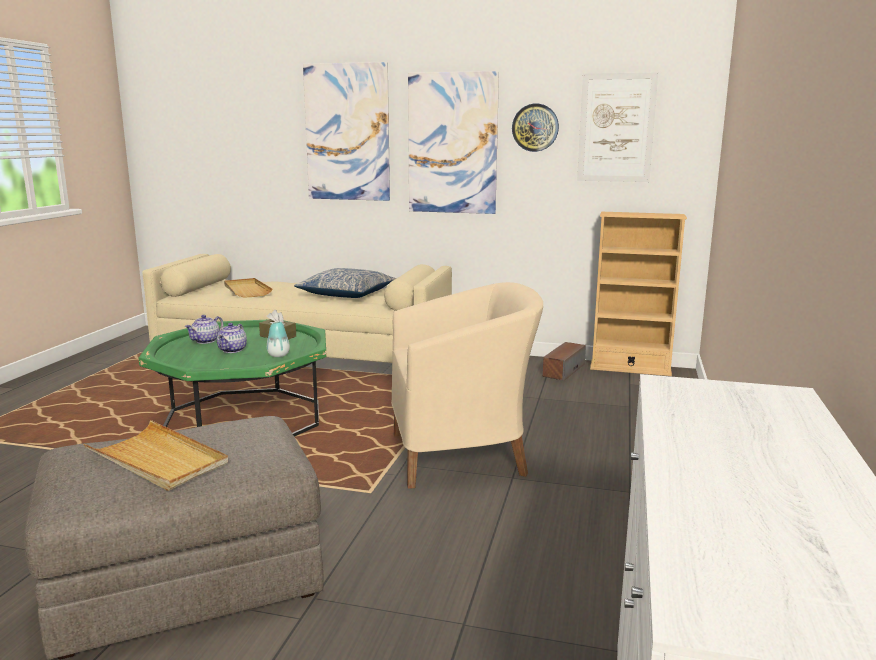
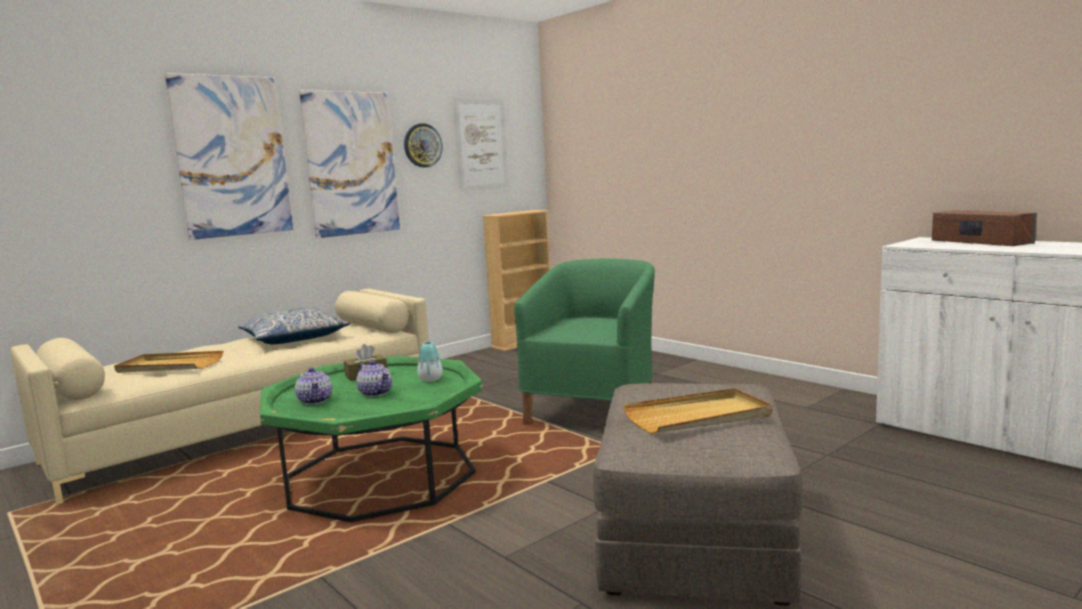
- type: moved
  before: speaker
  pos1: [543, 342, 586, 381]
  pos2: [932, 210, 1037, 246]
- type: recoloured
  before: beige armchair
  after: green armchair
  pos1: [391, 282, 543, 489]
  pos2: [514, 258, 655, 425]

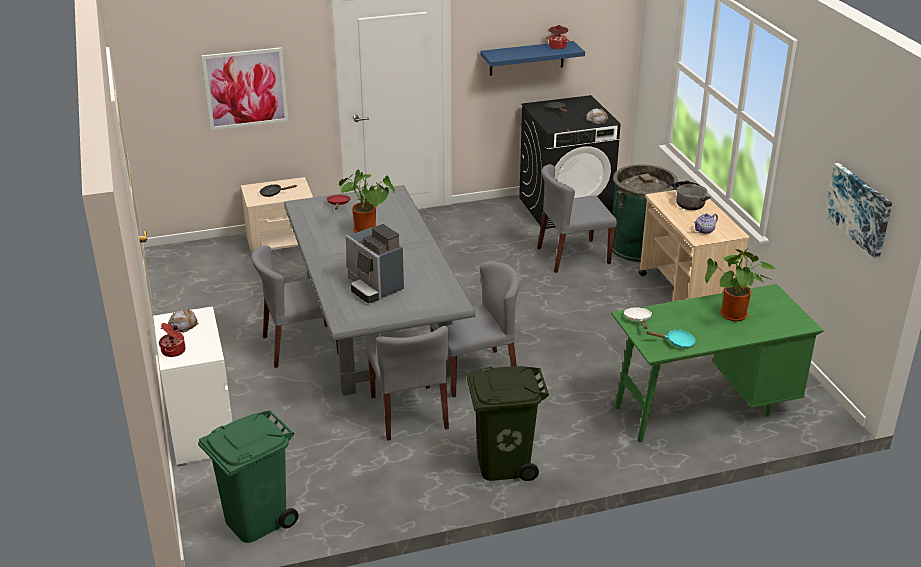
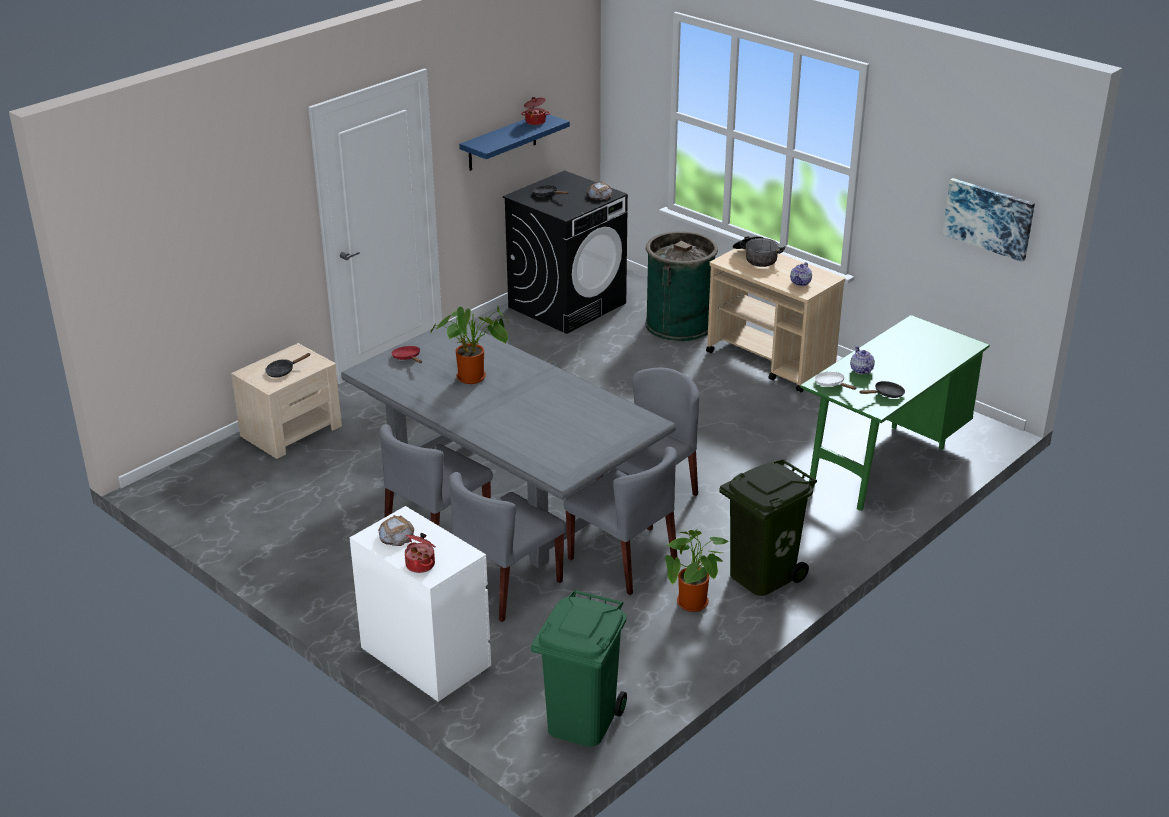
- type: removed
  before: picture
  pos1: [201, 47, 288, 130]
- type: removed
  before: coffee machine
  pos1: [346, 224, 404, 303]
- type: added
  after: teapot
  pos2: [850, 346, 875, 374]
- type: moved
  before: grey chair
  pos1: [537, 164, 617, 273]
  pos2: [449, 472, 566, 622]
- type: moved
  before: potted plant
  pos1: [705, 249, 776, 321]
  pos2: [665, 529, 728, 612]
- type: recoloured
  before: turquoise frying pan
  after: black frying pan
  pos1: [646, 330, 696, 348]
  pos2: [859, 381, 905, 398]

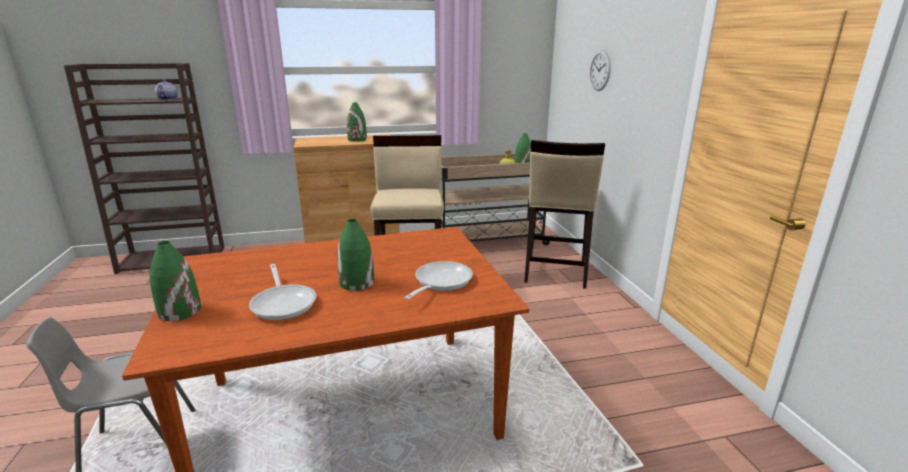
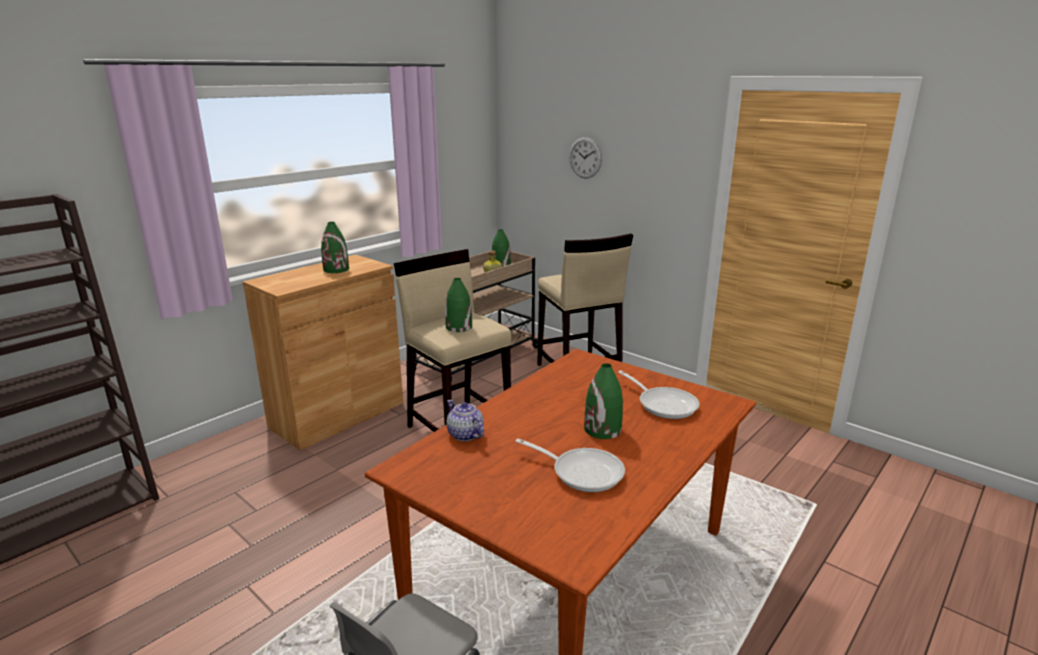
- type: moved
  before: green vase
  pos1: [150, 241, 201, 321]
  pos2: [445, 278, 472, 332]
- type: moved
  before: teapot
  pos1: [155, 79, 178, 100]
  pos2: [447, 400, 484, 441]
- type: turned
  before: frying pan
  pos1: [404, 261, 473, 300]
  pos2: [618, 371, 700, 419]
  turn: 150

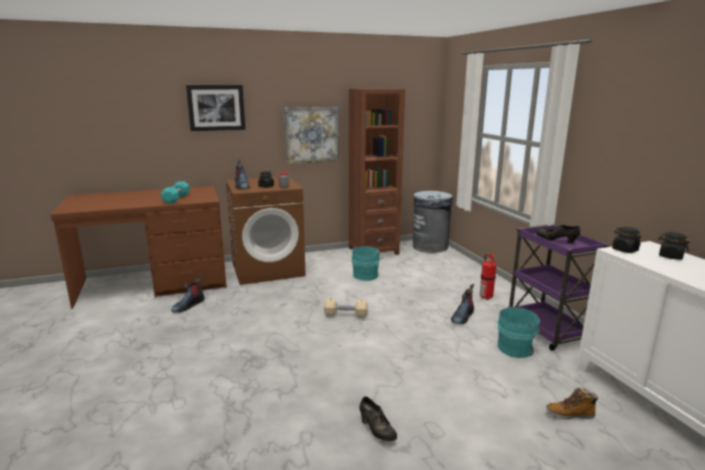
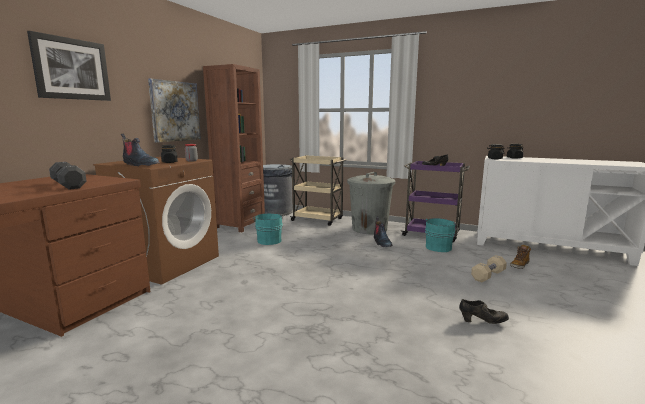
- type: removed
  before: boot
  pos1: [171, 274, 205, 313]
- type: added
  after: beige cart
  pos2: [289, 155, 347, 226]
- type: moved
  before: beige dumbbell
  pos1: [324, 298, 368, 317]
  pos2: [471, 255, 507, 282]
- type: replaced
  before: fire extinguisher
  after: grey trash can
  pos1: [480, 252, 497, 300]
  pos2: [347, 172, 395, 234]
- type: recoloured
  before: turquoise dumbbell
  after: black dumbbell
  pos1: [161, 181, 190, 204]
  pos2: [49, 162, 87, 190]

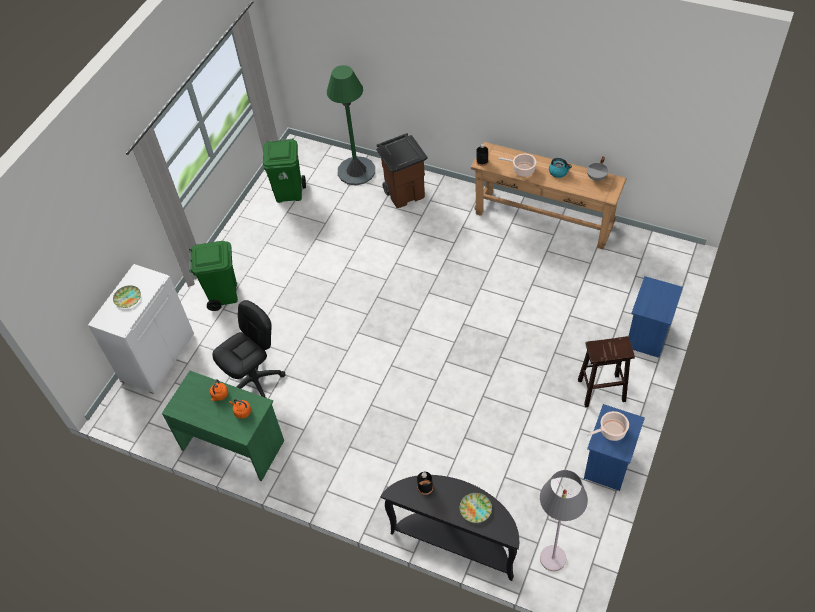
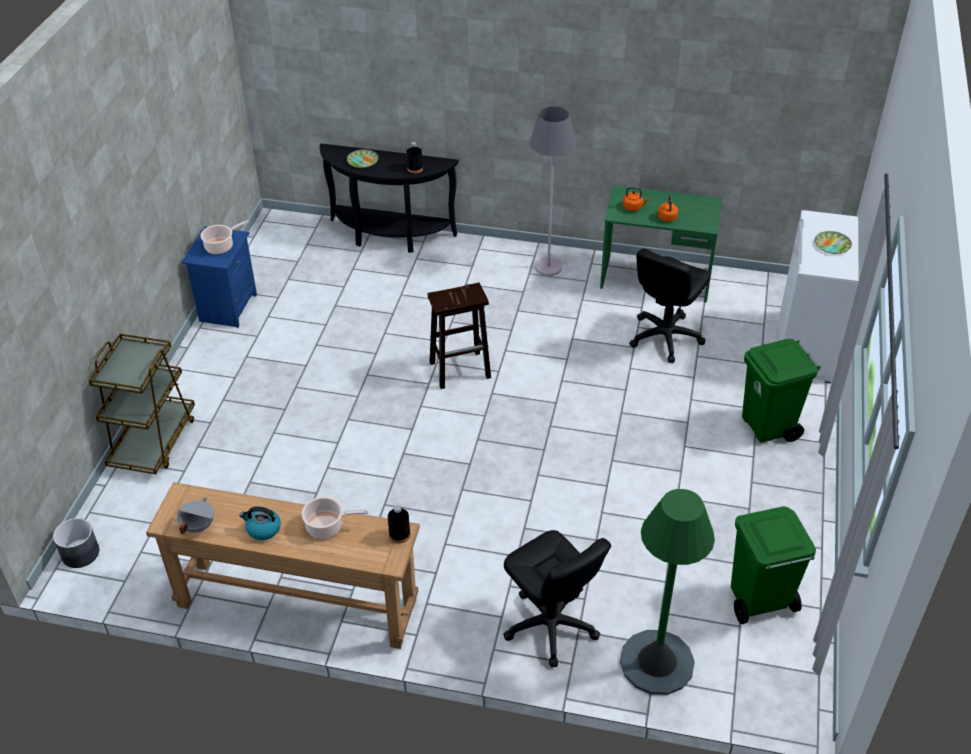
- type: added
  after: grey planter
  pos2: [53, 518, 99, 568]
- type: moved
  before: grey floor lamp
  pos1: [540, 470, 588, 571]
  pos2: [530, 106, 577, 276]
- type: moved
  before: brown stool
  pos1: [578, 336, 635, 407]
  pos2: [427, 283, 491, 389]
- type: replaced
  before: brown trash can
  after: black office chair
  pos1: [376, 133, 428, 208]
  pos2: [503, 530, 611, 667]
- type: replaced
  before: blue nightstand
  after: brown cart
  pos1: [629, 276, 683, 358]
  pos2: [89, 334, 195, 474]

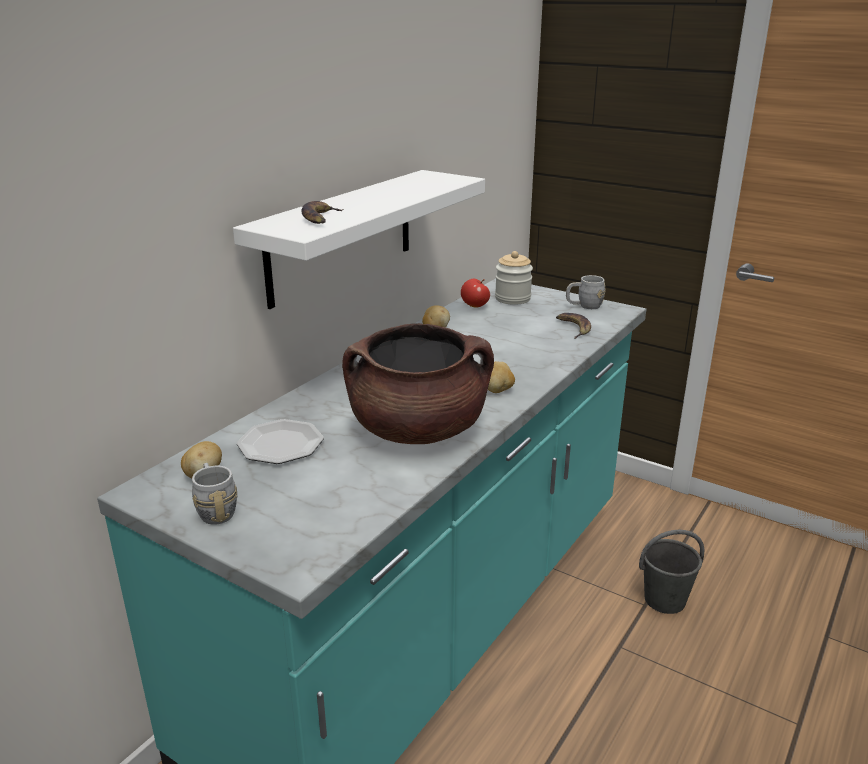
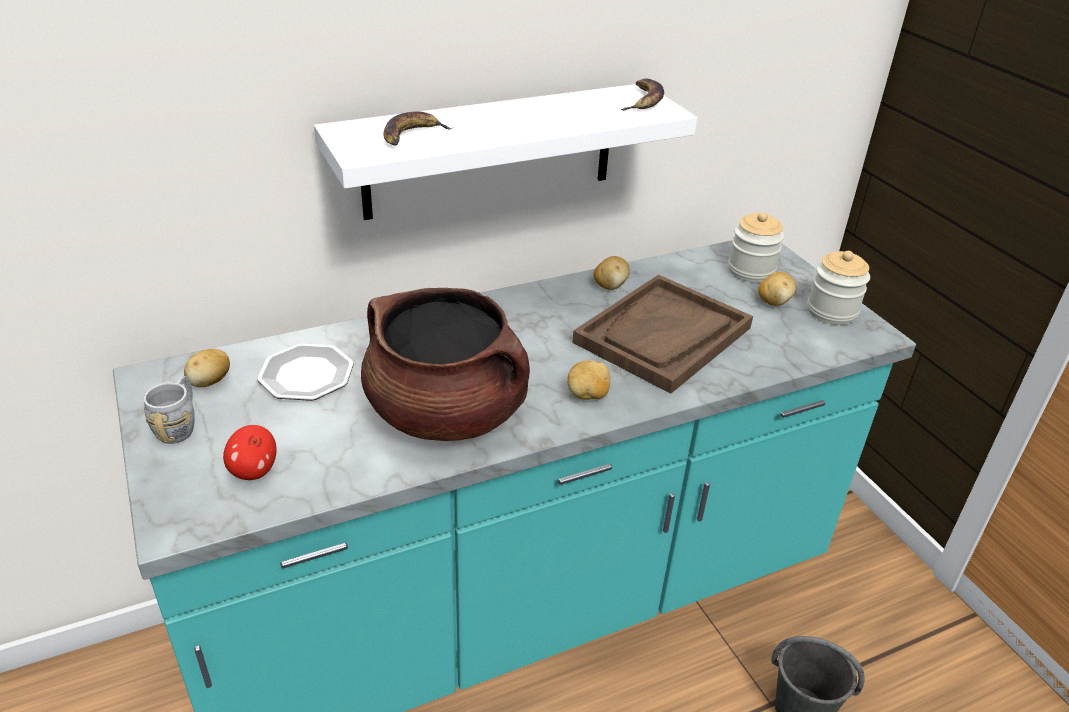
- type: added
  after: brown tray
  pos2: [572, 275, 753, 394]
- type: added
  after: potato
  pos2: [758, 272, 796, 306]
- type: moved
  before: apple
  pos1: [461, 279, 490, 308]
  pos2: [223, 425, 277, 480]
- type: moved
  before: banana
  pos1: [556, 313, 591, 339]
  pos2: [621, 79, 664, 111]
- type: replaced
  before: grey mug
  after: jar
  pos1: [566, 275, 606, 309]
  pos2: [807, 251, 870, 325]

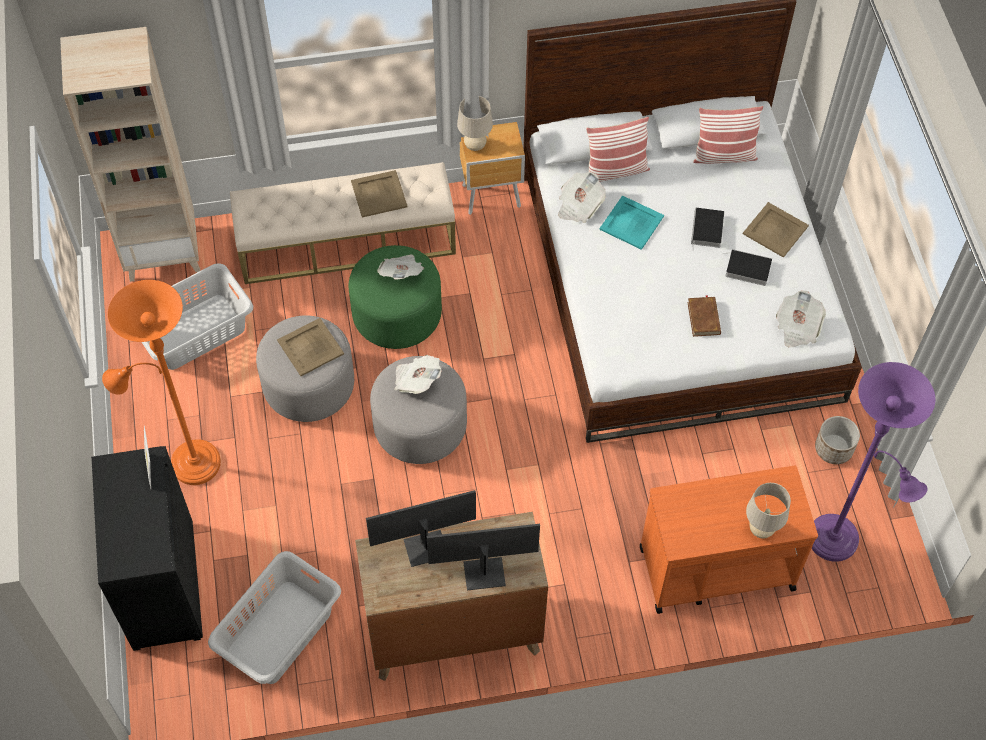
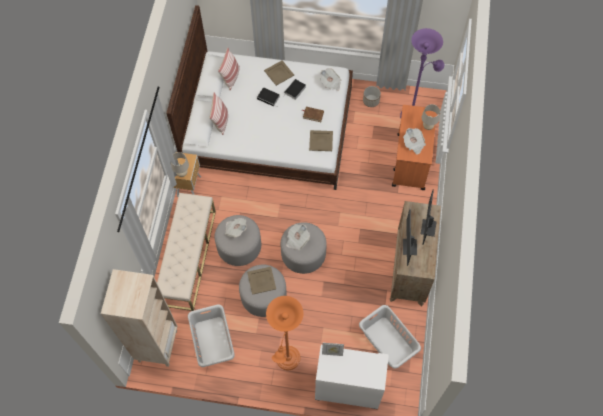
- type: removed
  before: turquoise tray
  pos1: [599, 195, 664, 250]
- type: moved
  before: beige tray
  pos1: [351, 170, 408, 217]
  pos2: [309, 130, 333, 151]
- type: moved
  before: newspaper
  pos1: [558, 172, 606, 223]
  pos2: [403, 128, 426, 155]
- type: recoloured
  before: black cabinet
  after: white cabinet
  pos1: [91, 446, 203, 651]
  pos2: [315, 345, 389, 409]
- type: recoloured
  before: green ottoman
  after: grey ottoman
  pos1: [349, 245, 442, 349]
  pos2: [215, 215, 261, 266]

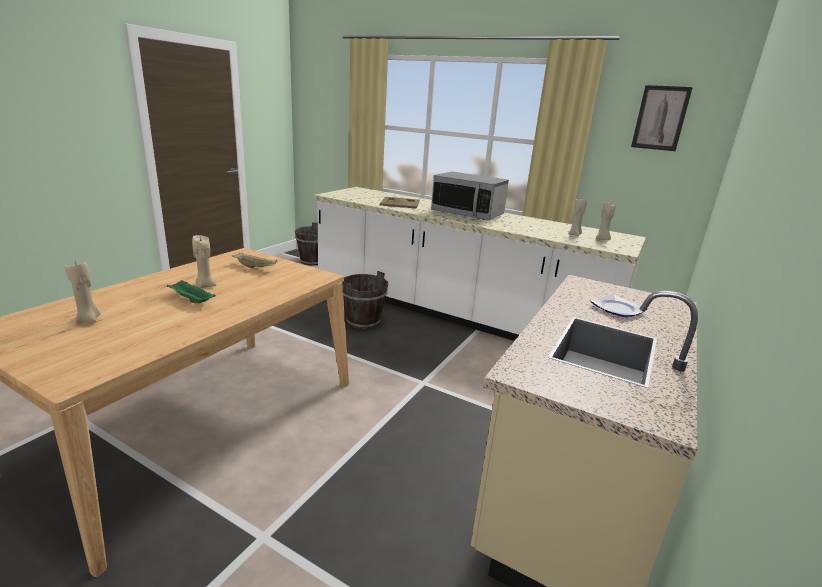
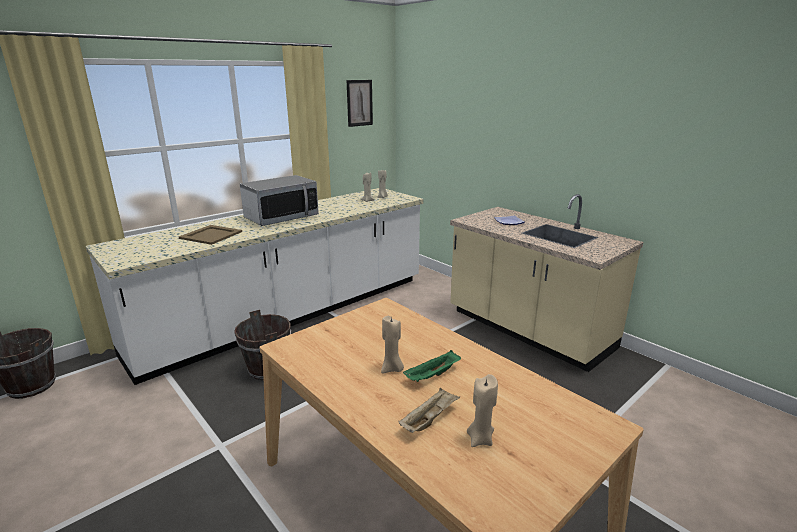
- type: moved
  before: beige tray
  pos1: [232, 253, 278, 268]
  pos2: [399, 388, 460, 433]

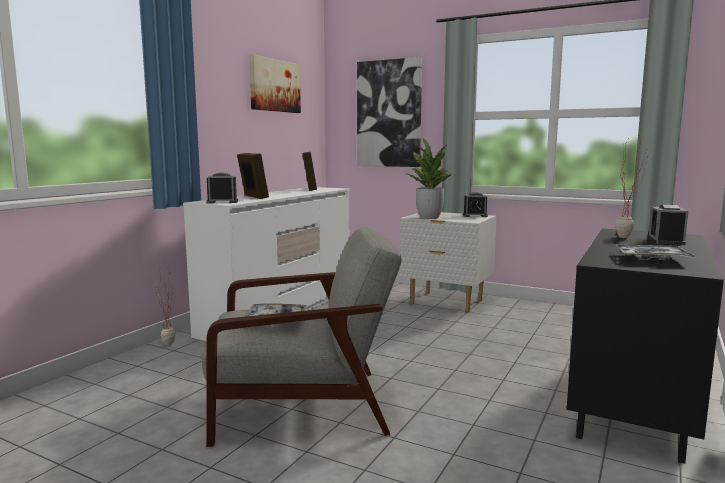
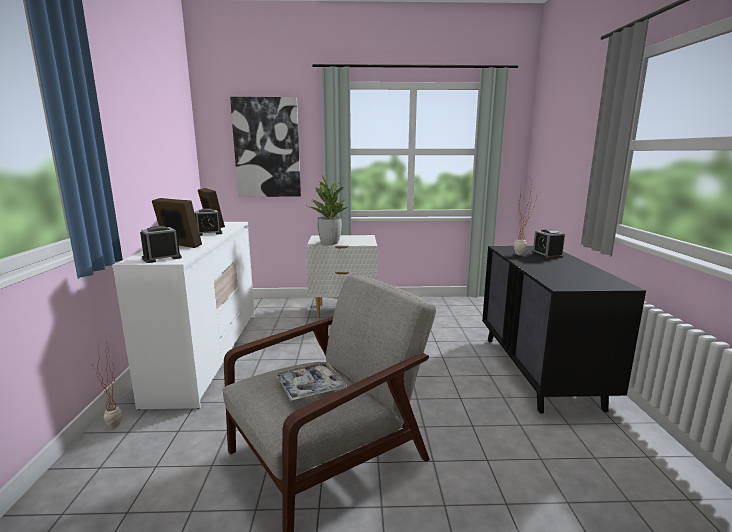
- type: removed
  before: picture
  pos1: [249, 54, 301, 113]
- type: removed
  before: tray
  pos1: [615, 244, 696, 261]
- type: moved
  before: alarm clock
  pos1: [463, 192, 488, 217]
  pos2: [194, 208, 222, 236]

